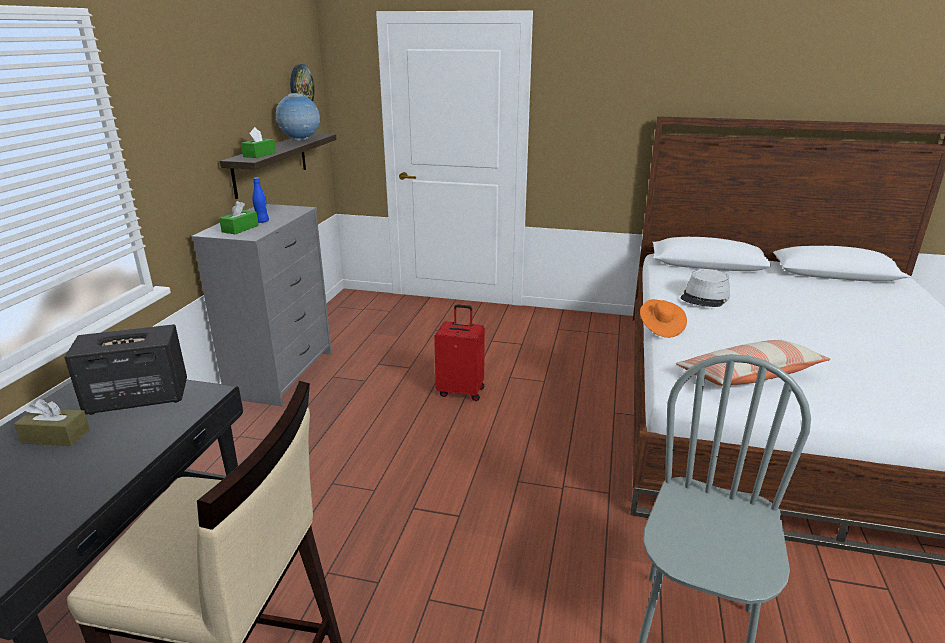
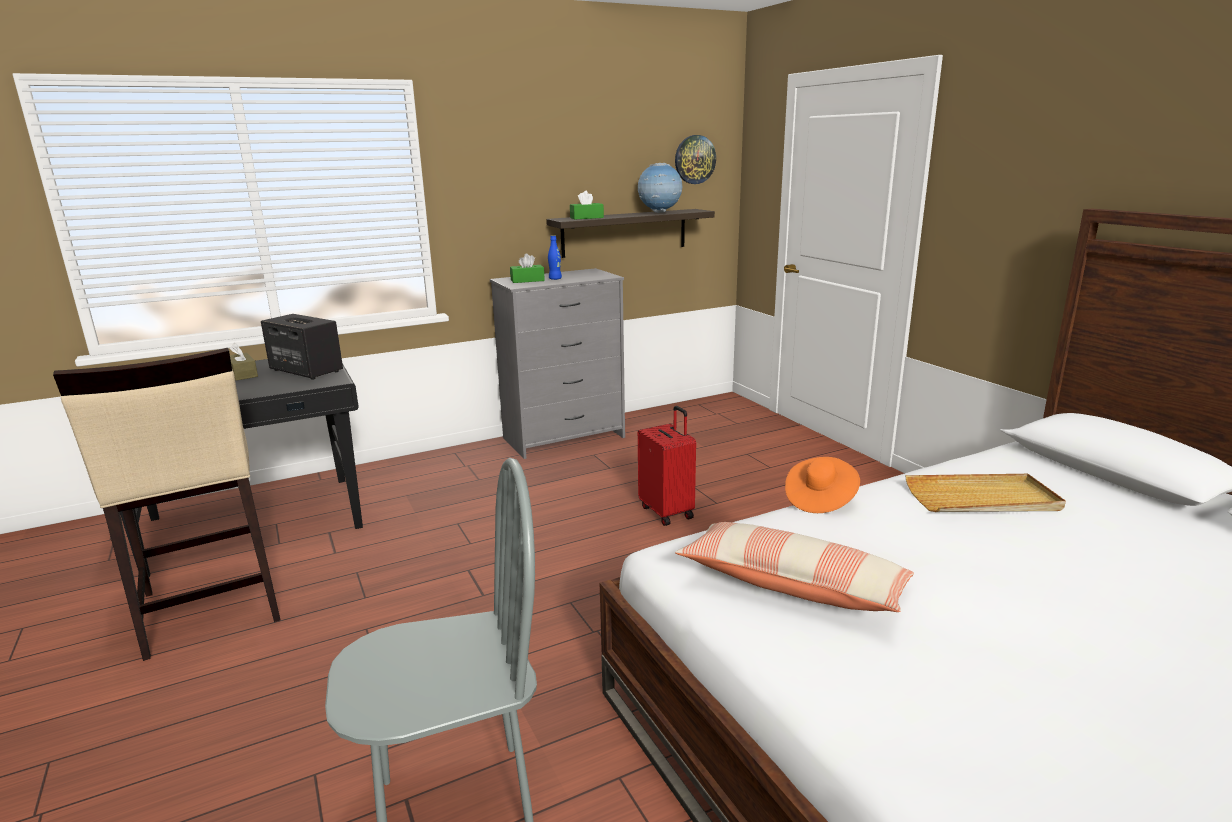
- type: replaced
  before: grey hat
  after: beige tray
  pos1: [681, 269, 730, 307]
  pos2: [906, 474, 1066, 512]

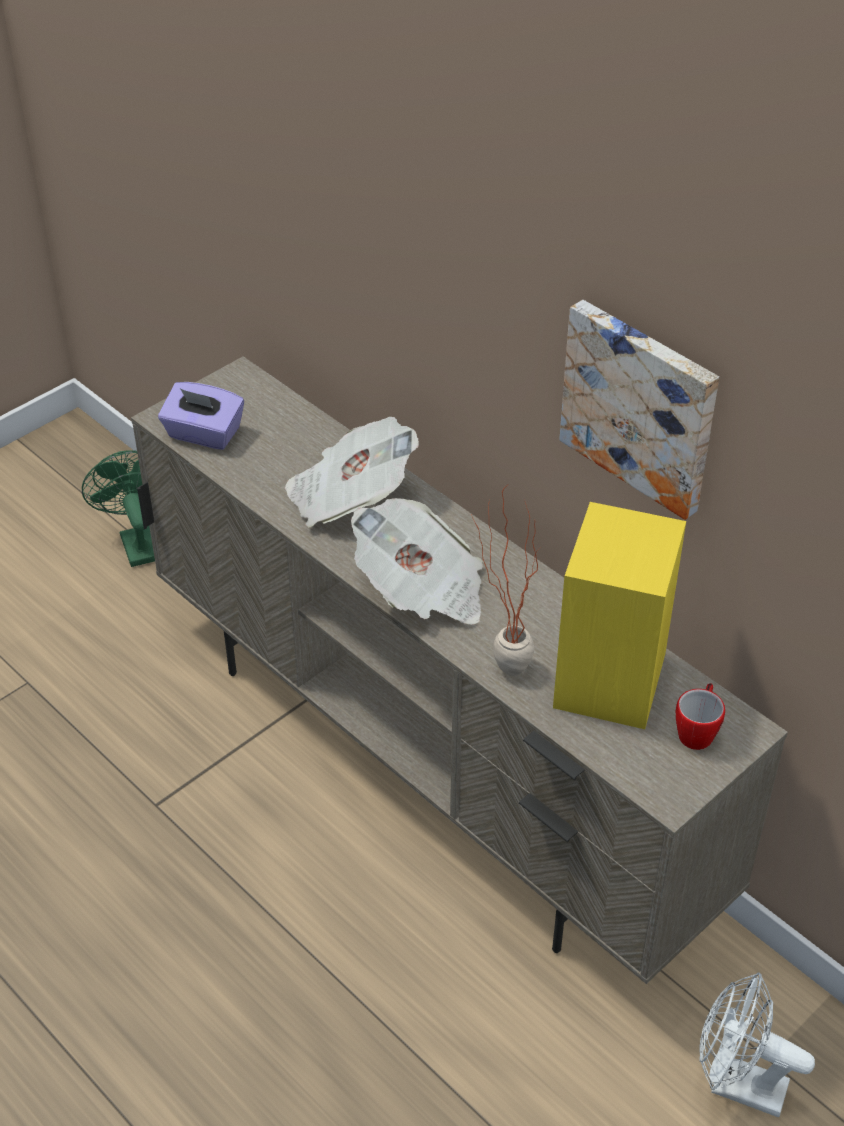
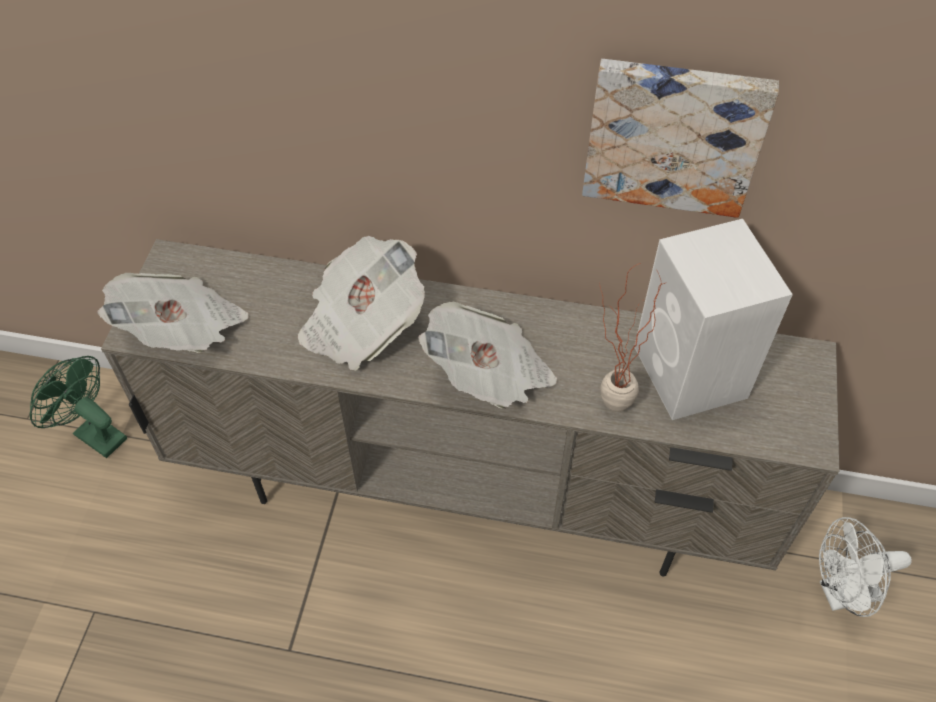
- type: removed
  before: mug
  pos1: [676, 683, 725, 750]
- type: replaced
  before: purple tissue box
  after: newspaper
  pos1: [158, 382, 244, 450]
  pos2: [97, 273, 249, 353]
- type: recoloured
  before: yellow speaker
  after: white speaker
  pos1: [553, 502, 686, 729]
  pos2: [635, 219, 793, 420]

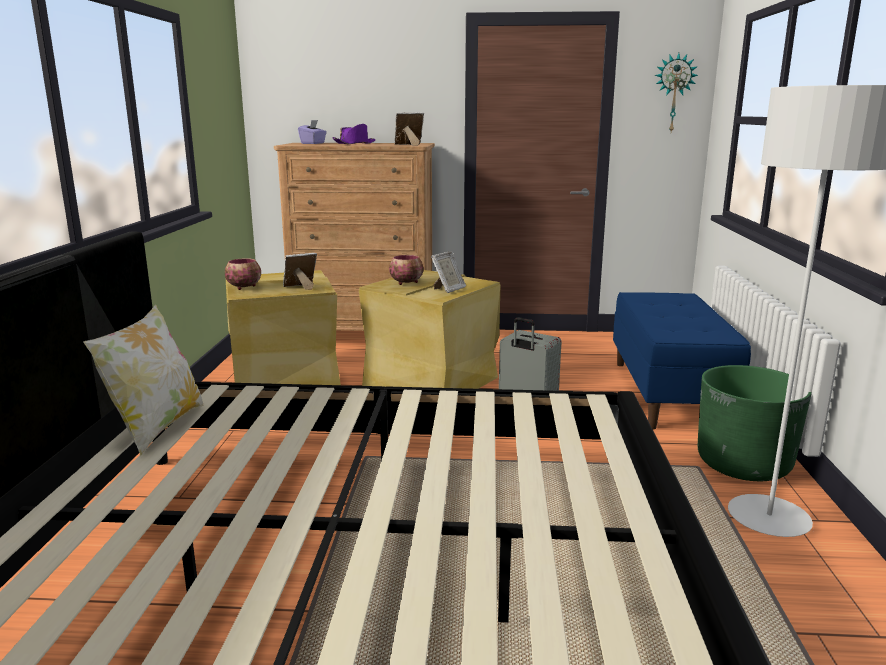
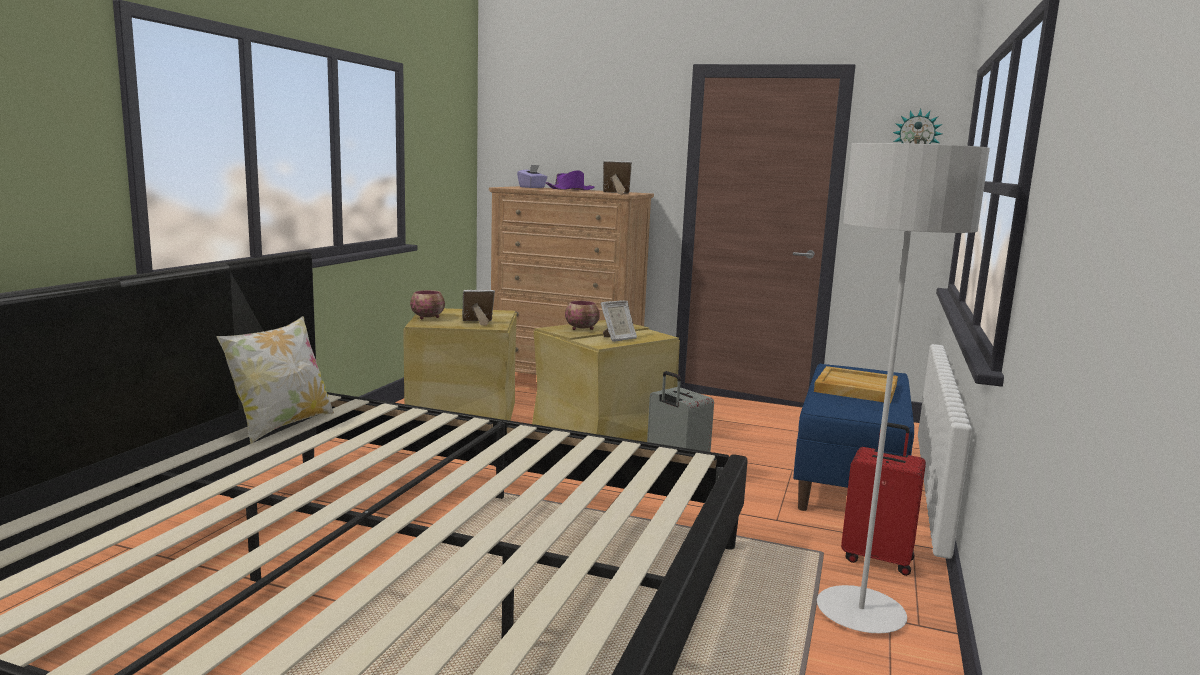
- type: added
  after: beige tray
  pos2: [814, 366, 898, 403]
- type: replaced
  before: green planter
  after: red suitcase
  pos1: [698, 365, 812, 481]
  pos2: [841, 422, 926, 576]

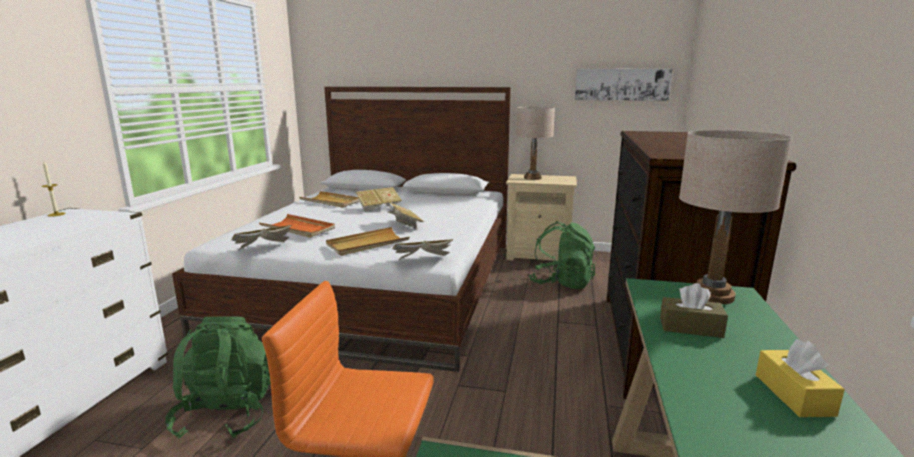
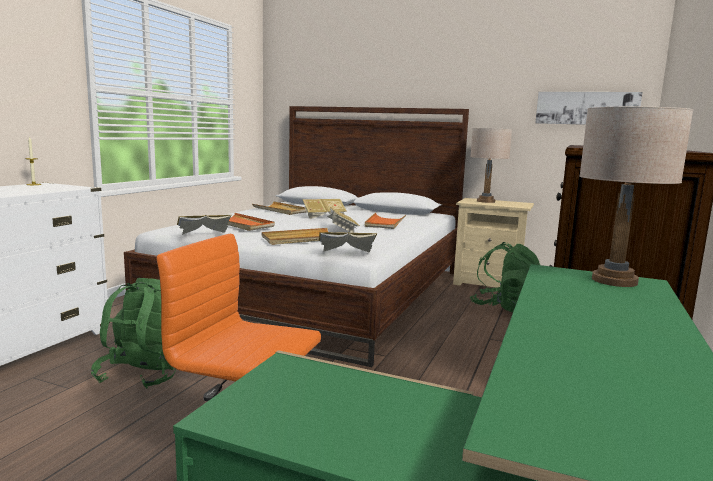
- type: removed
  before: brown tissue box
  pos1: [660, 283, 728, 338]
- type: removed
  before: yellow tissue box
  pos1: [756, 339, 845, 417]
- type: added
  after: orange tray
  pos2: [365, 212, 406, 229]

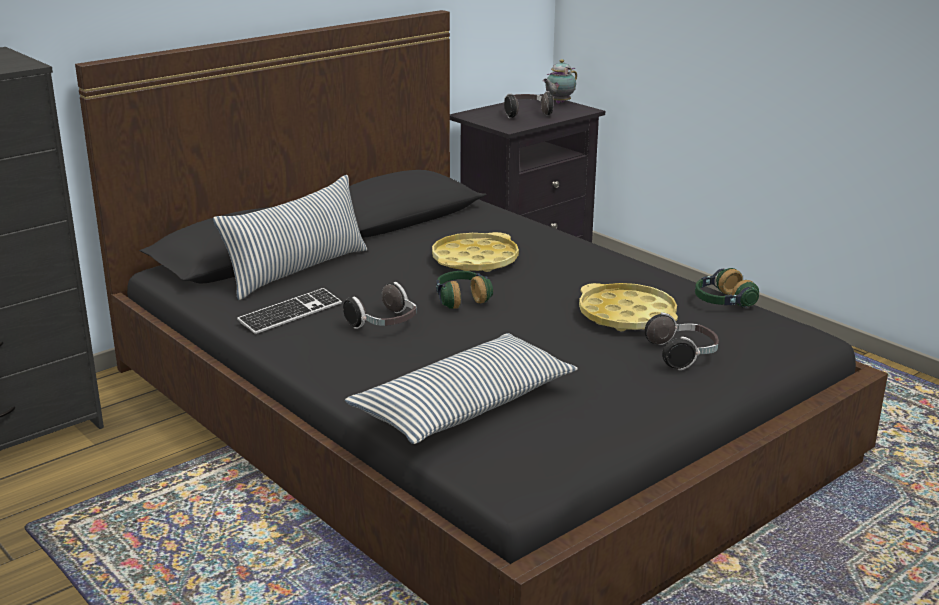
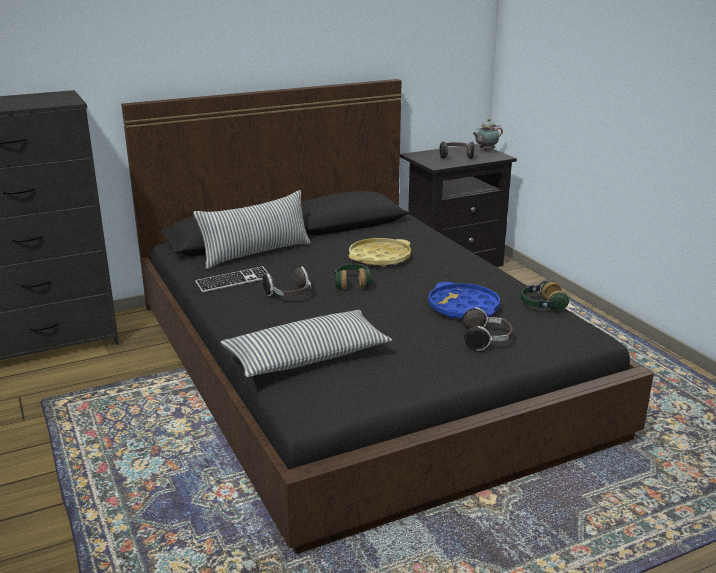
- type: recoloured
  before: yellow tray
  after: blue tray
  pos1: [579, 283, 678, 332]
  pos2: [428, 282, 500, 318]

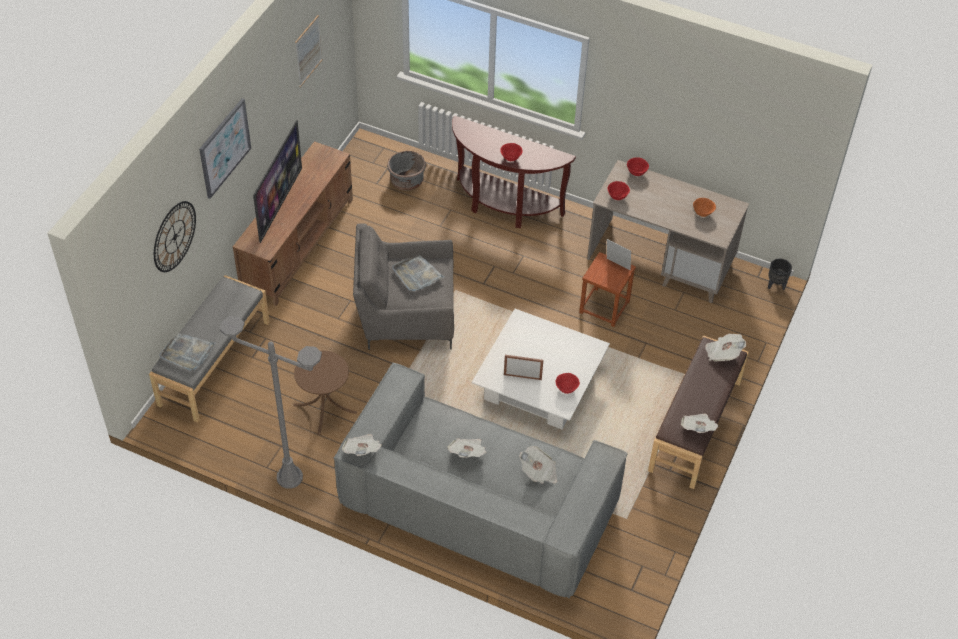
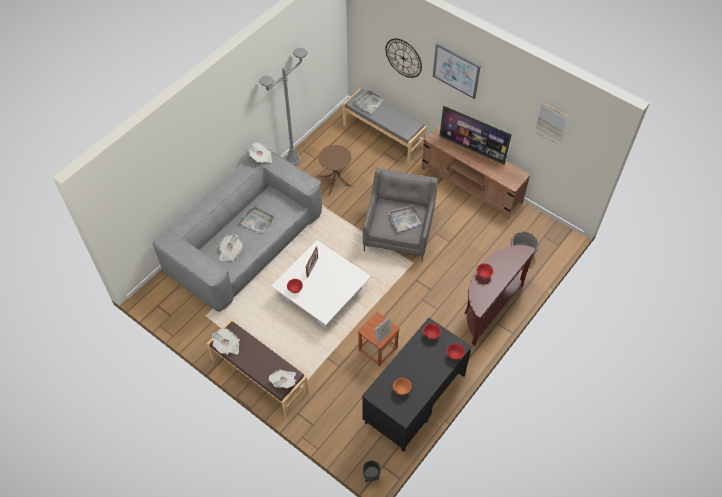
- type: replaced
  before: newspaper
  after: grey tray
  pos1: [448, 438, 486, 458]
  pos2: [238, 205, 275, 233]
- type: recoloured
  before: beige desk
  after: black desk
  pos1: [587, 160, 749, 303]
  pos2: [362, 318, 472, 452]

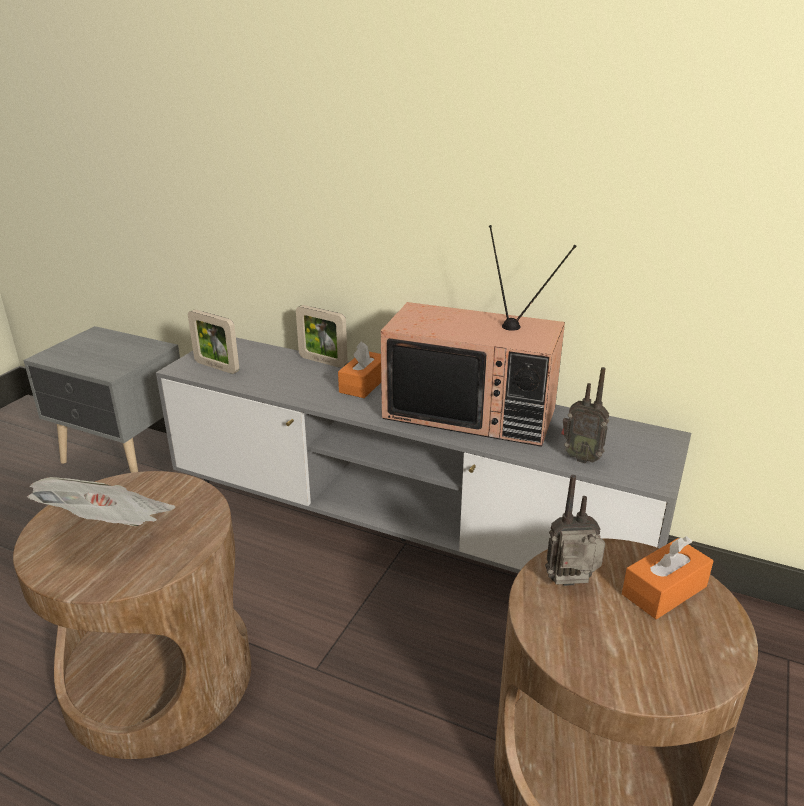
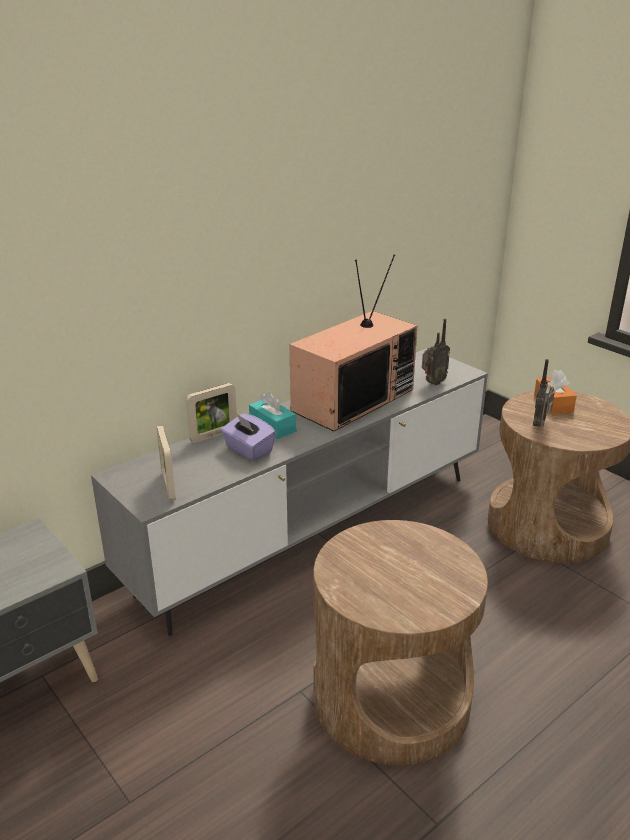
- type: removed
  before: newspaper
  pos1: [27, 477, 176, 526]
- type: added
  after: purple tissue box
  pos2: [221, 413, 276, 461]
- type: recoloured
  before: orange tissue box
  after: turquoise tissue box
  pos1: [338, 341, 381, 398]
  pos2: [249, 392, 296, 439]
- type: turned
  before: picture frame
  pos1: [188, 309, 239, 374]
  pos2: [156, 425, 176, 501]
  turn: 105

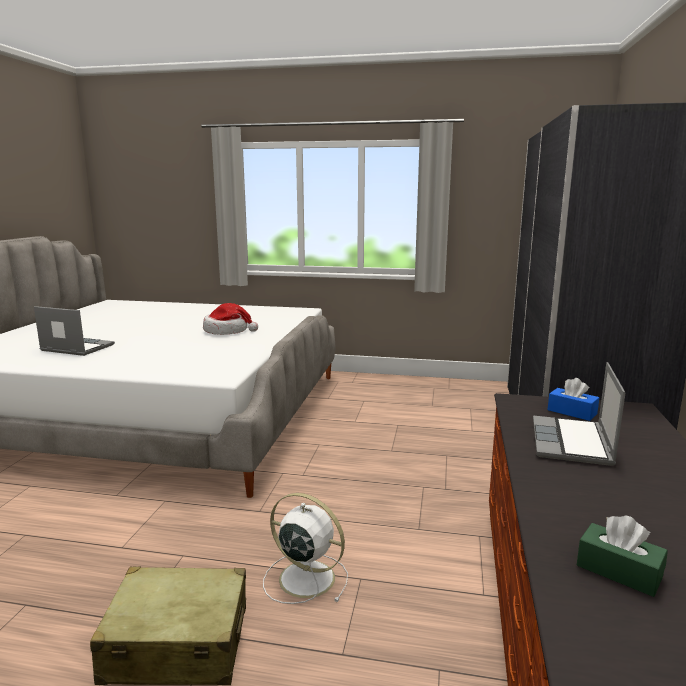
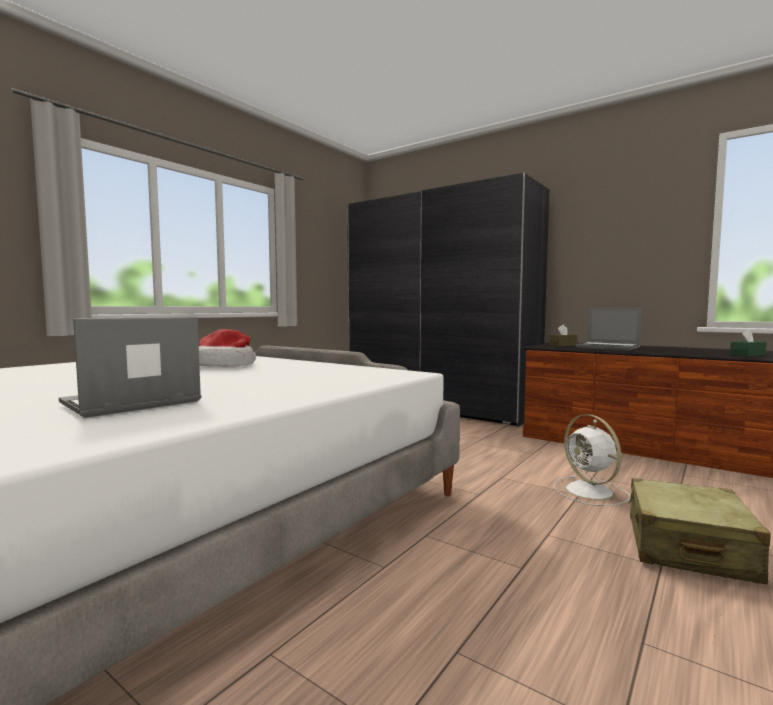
- type: recoloured
  before: blue tissue box
  after: brown tissue box
  pos1: [548, 378, 599, 421]
  pos2: [549, 324, 578, 346]
- type: turned
  before: white fan
  pos1: [263, 493, 348, 604]
  pos2: [554, 414, 630, 506]
  turn: -75

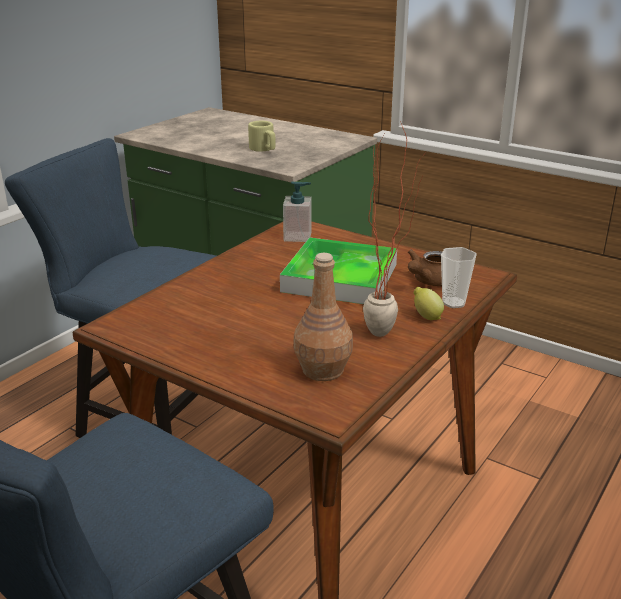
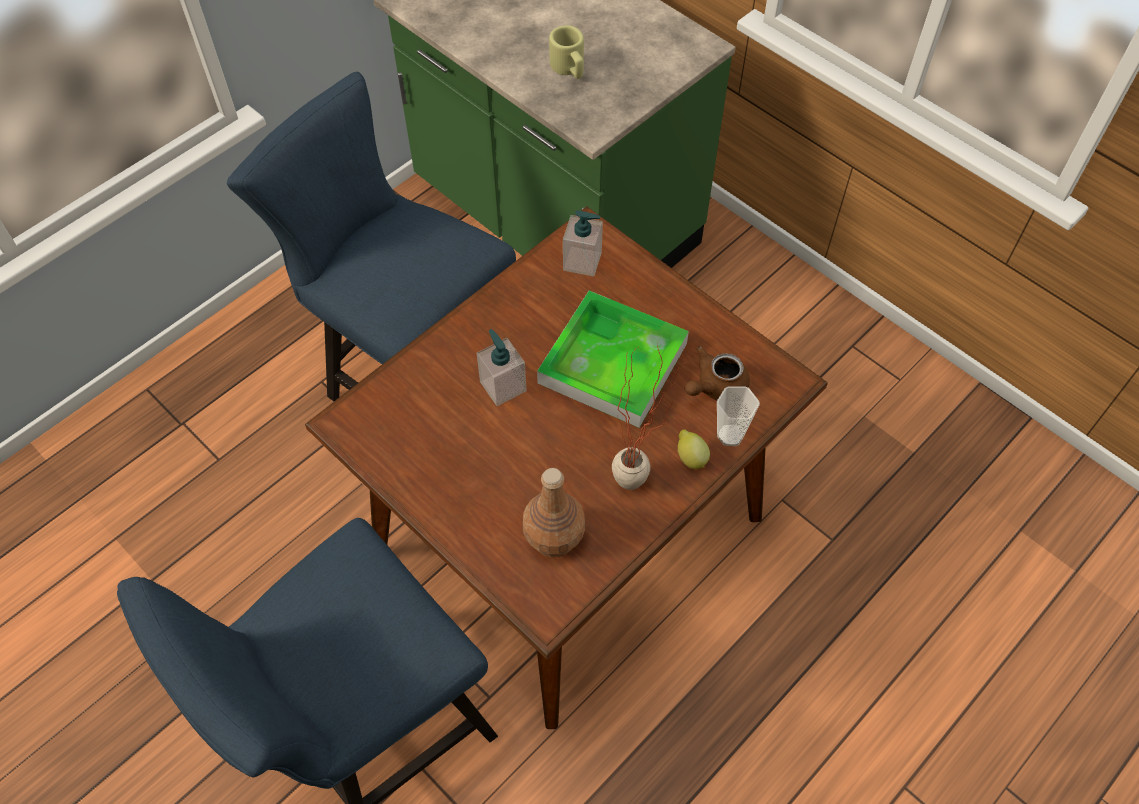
- type: added
  after: soap dispenser
  pos2: [477, 329, 527, 406]

